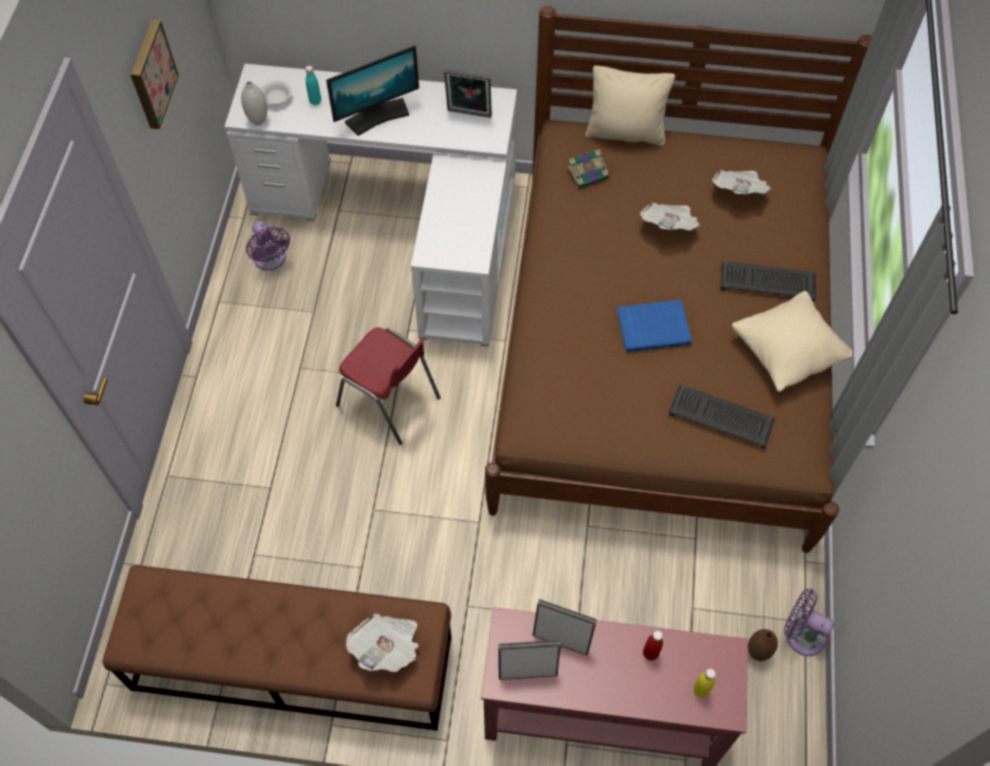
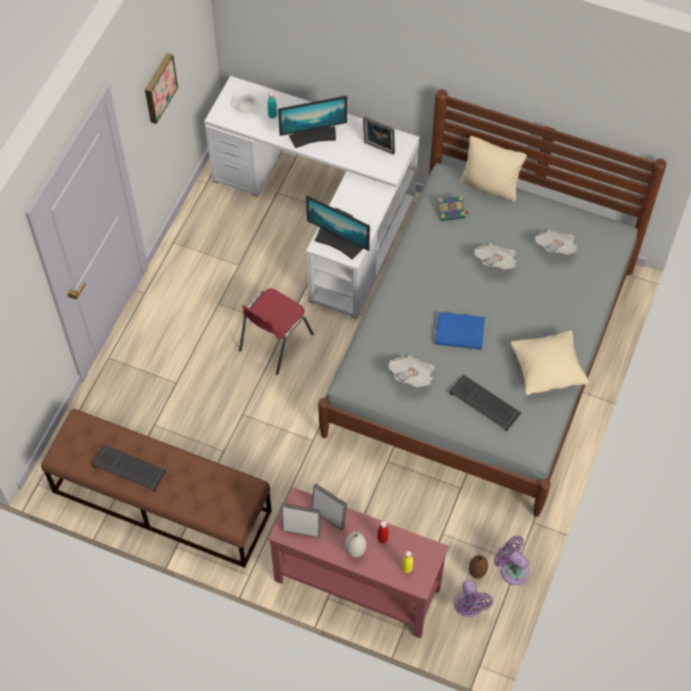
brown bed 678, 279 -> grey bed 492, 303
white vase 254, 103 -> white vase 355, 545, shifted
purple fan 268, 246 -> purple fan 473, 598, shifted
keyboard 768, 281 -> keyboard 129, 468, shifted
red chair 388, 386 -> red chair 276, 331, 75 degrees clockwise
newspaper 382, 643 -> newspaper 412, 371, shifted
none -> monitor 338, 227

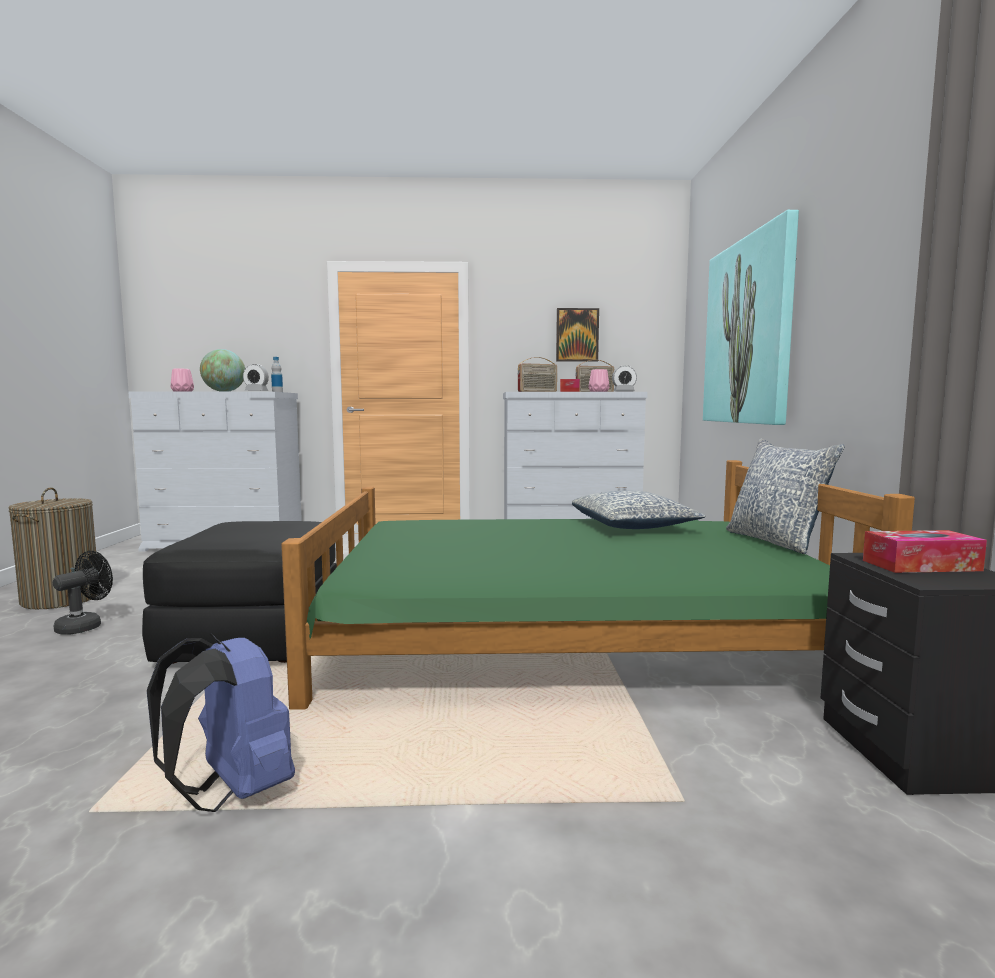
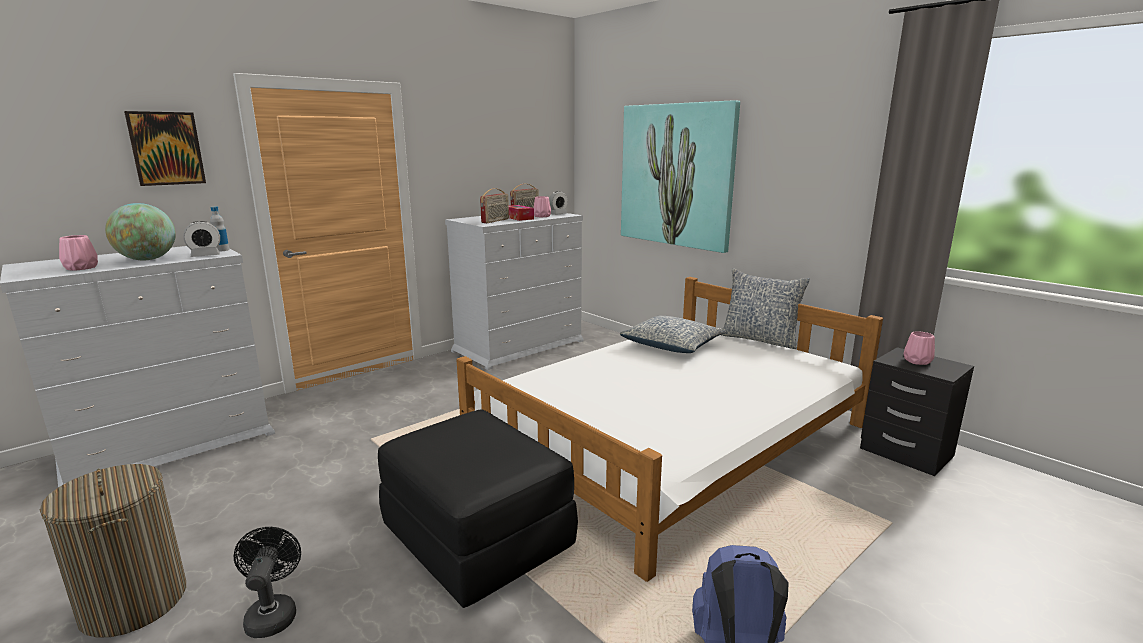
picture 577, 335 -> picture 165, 148, shifted
green bed 598, 585 -> white bed 669, 429
tissue box 925, 551 -> pink vase 919, 348

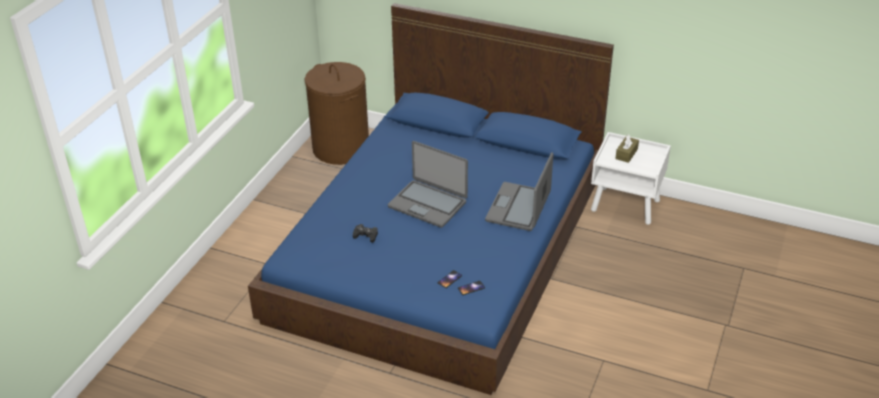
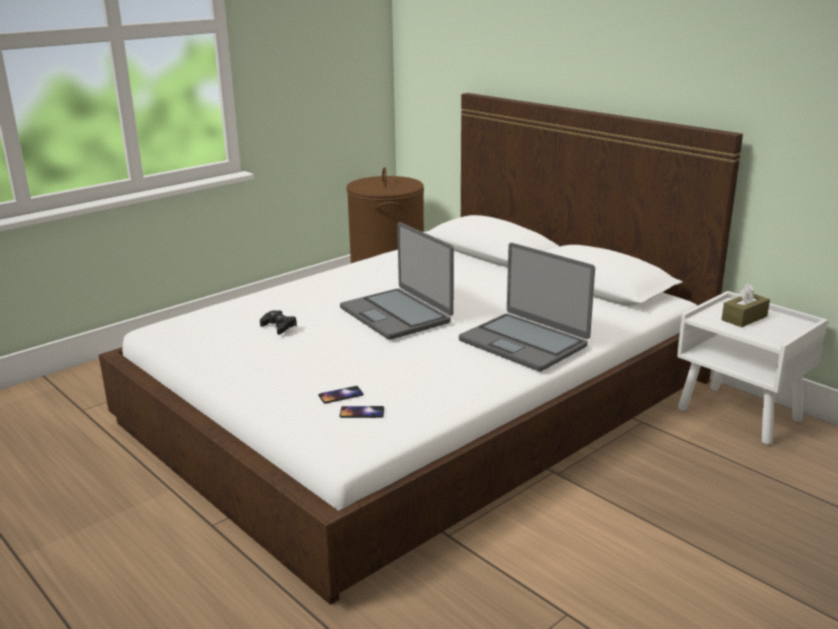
blue bed 431, 199 -> white bed 421, 349
laptop 519, 191 -> laptop 527, 307, 90 degrees counterclockwise

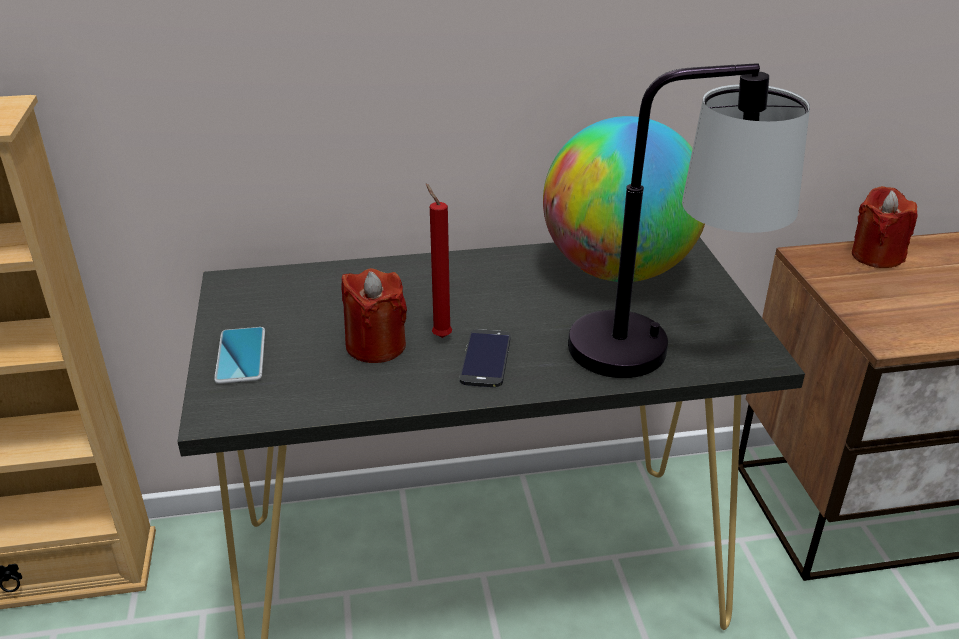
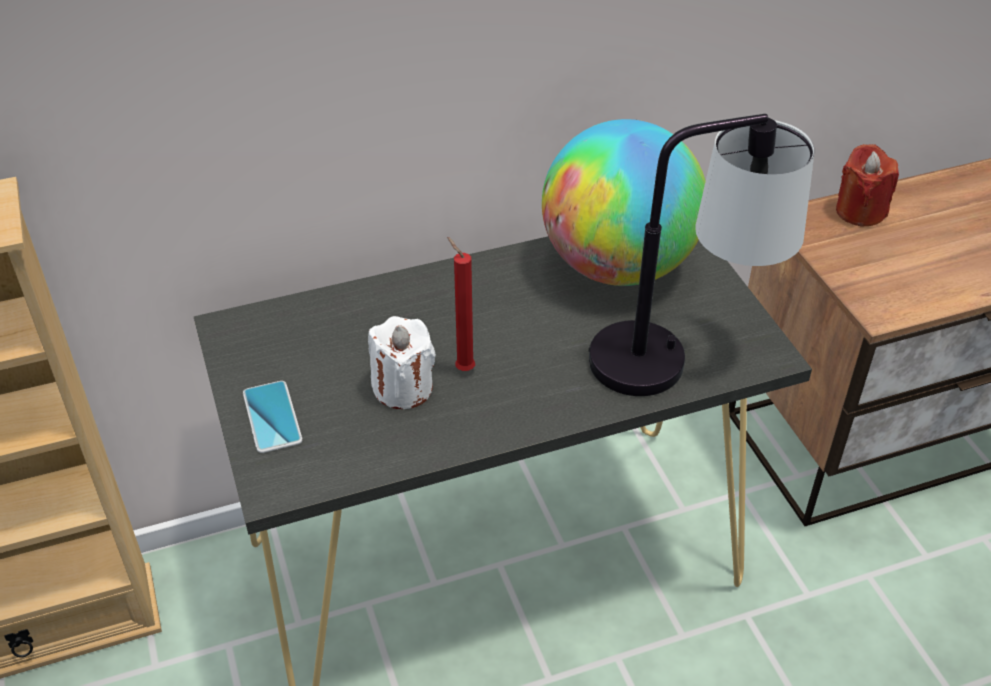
red candle 374, 315 -> white candle 402, 362
phone 485, 358 -> none

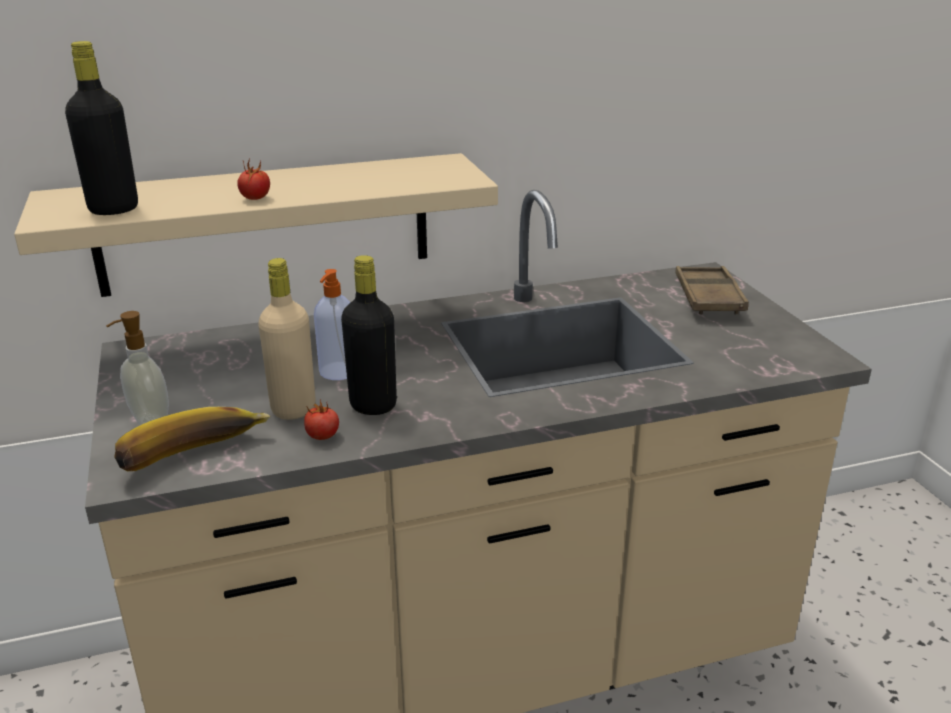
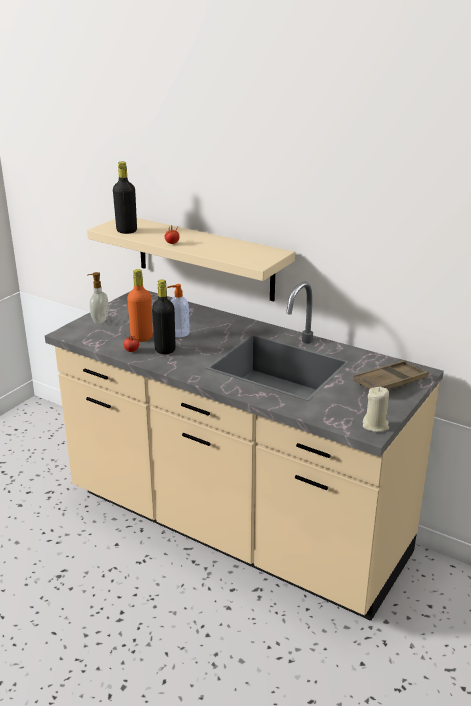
beige bottle 287, 339 -> orange bottle 140, 305
banana 192, 439 -> none
none -> beige candle 376, 409

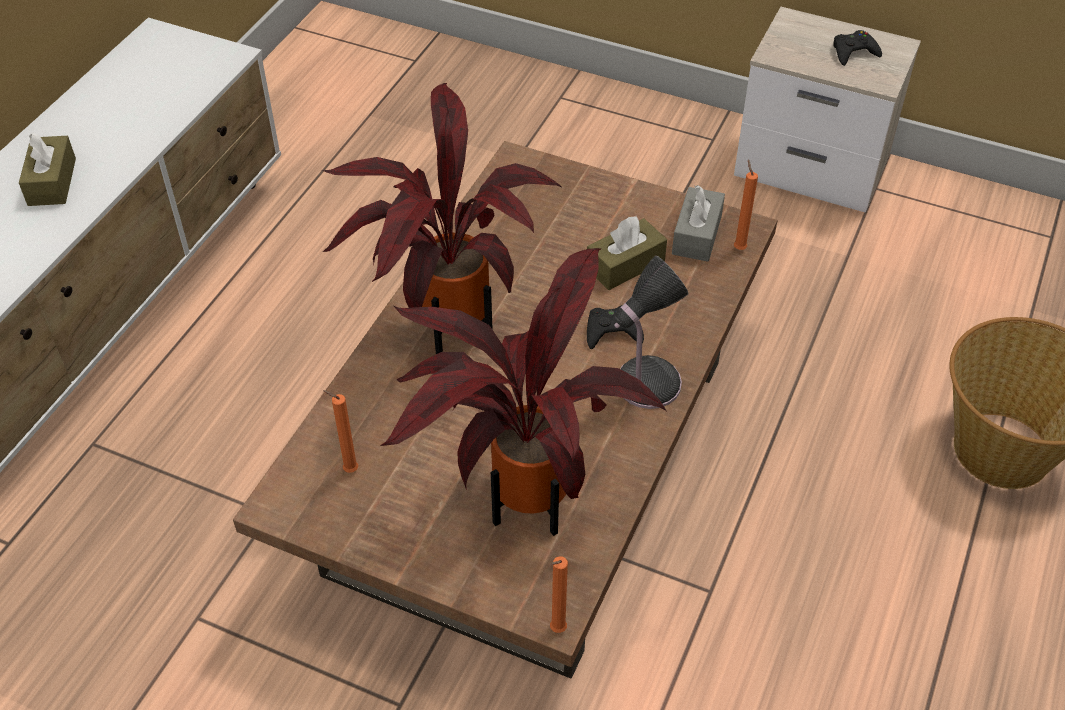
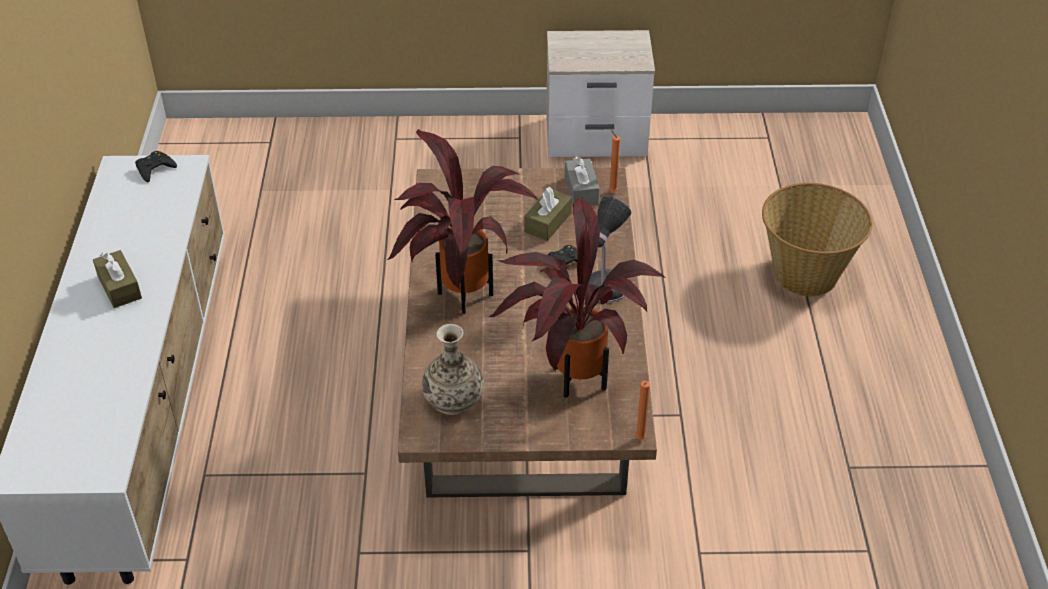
black game controller 857, 48 -> black game controller 156, 166, shifted
orange candle 340, 431 -> vase 453, 369

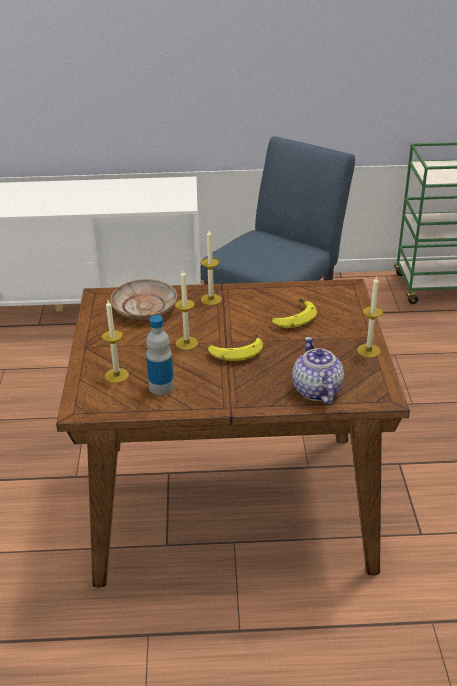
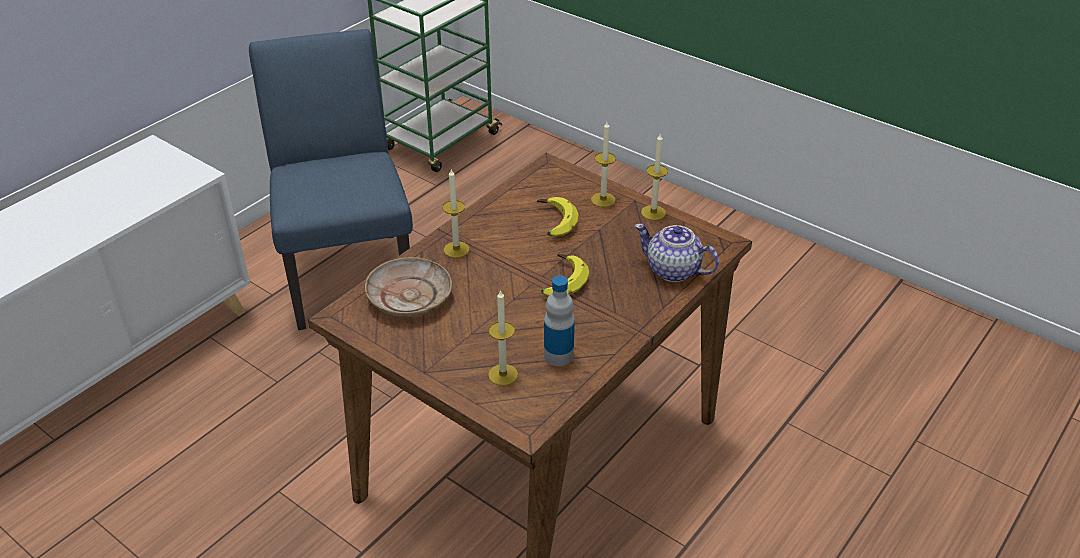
candle 186, 310 -> candle 603, 164, shifted

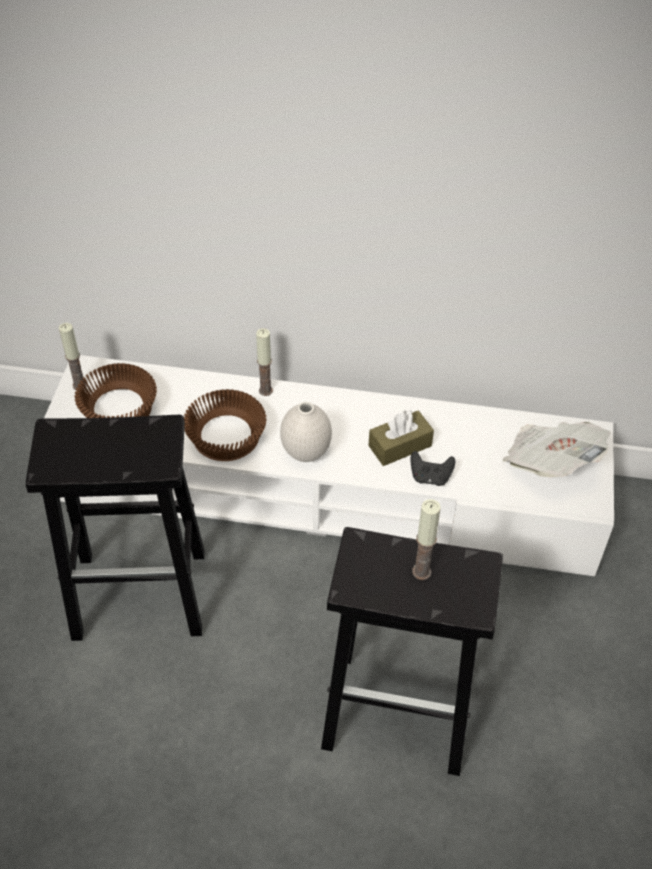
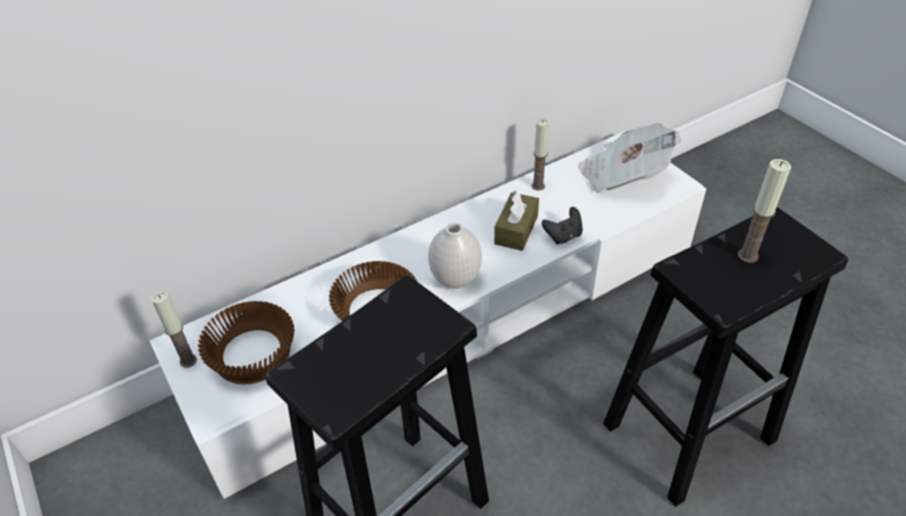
candle 264, 362 -> candle 541, 155, shifted

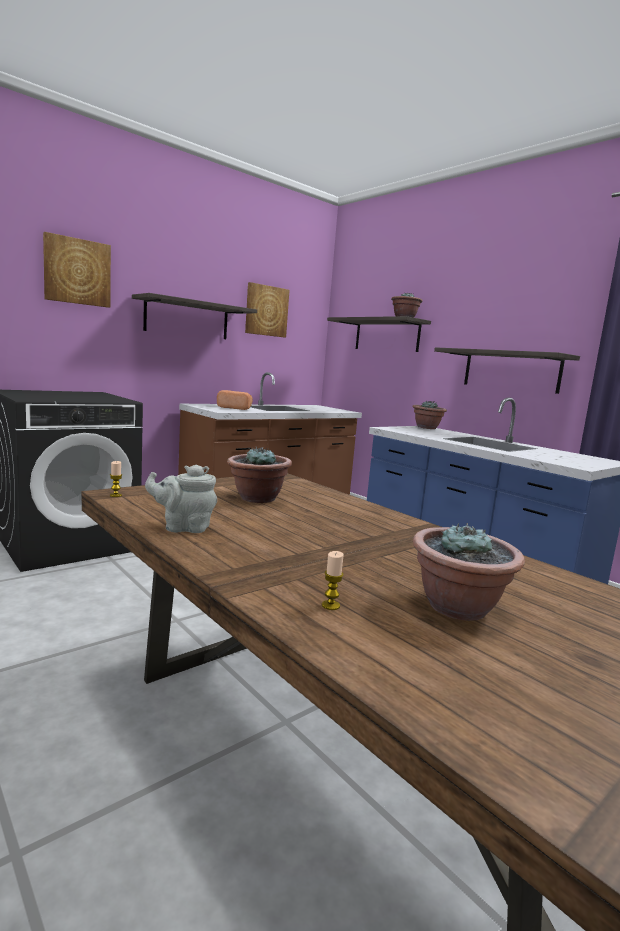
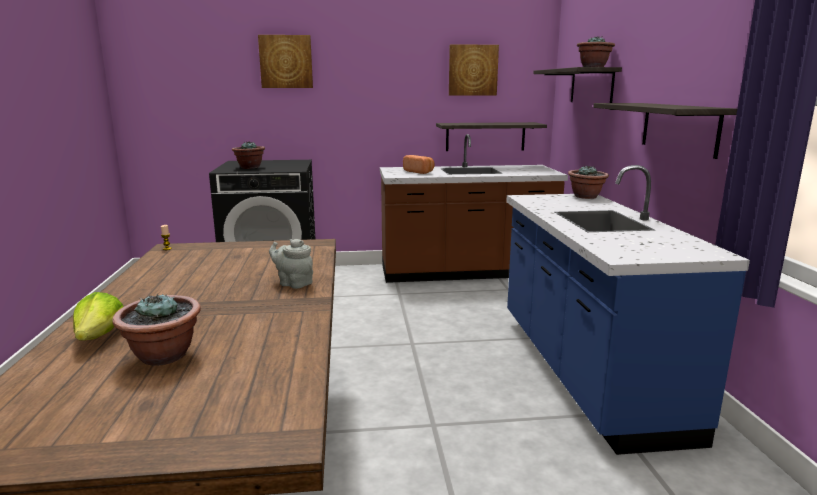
shelf 194, 316 -> shelf 491, 136, shifted
potted plant 259, 475 -> potted plant 248, 155, shifted
grey teapot 181, 498 -> grey teapot 291, 264, shifted
candle 333, 580 -> lettuce 98, 316

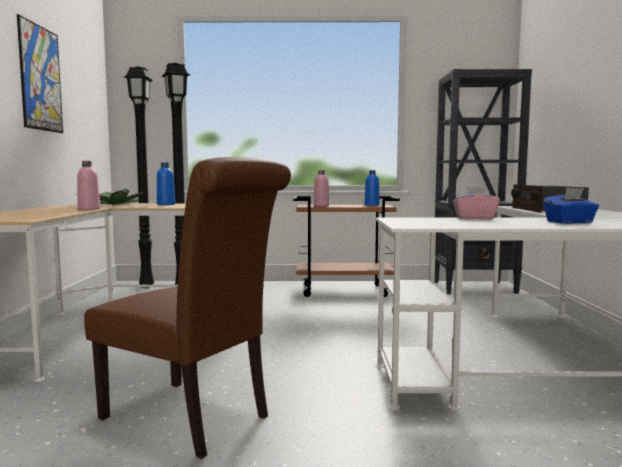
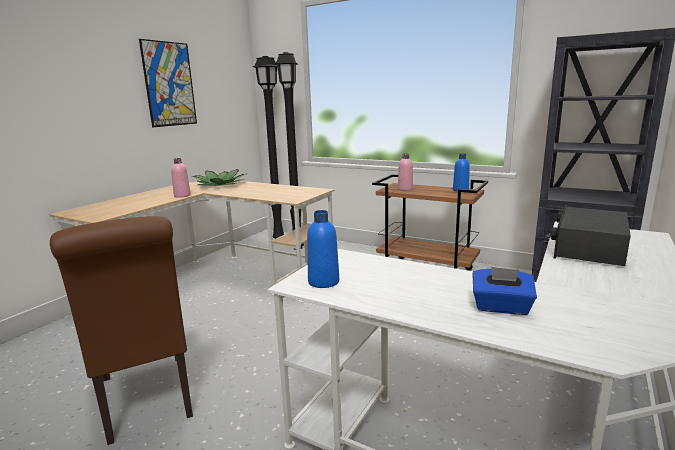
blue bottle 166, 183 -> blue bottle 323, 249, shifted
pink tissue box 476, 202 -> none

